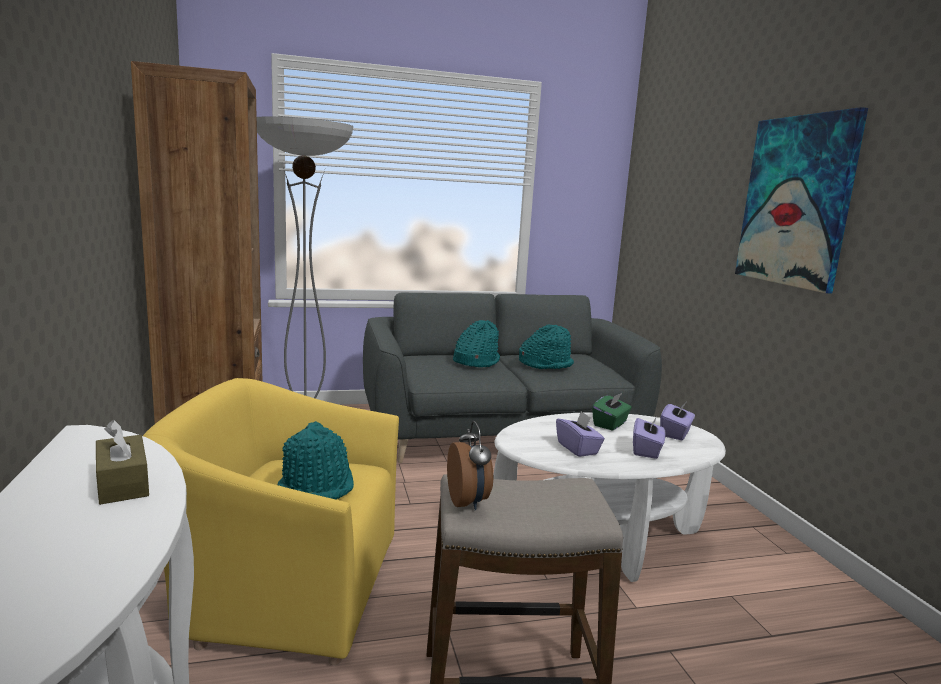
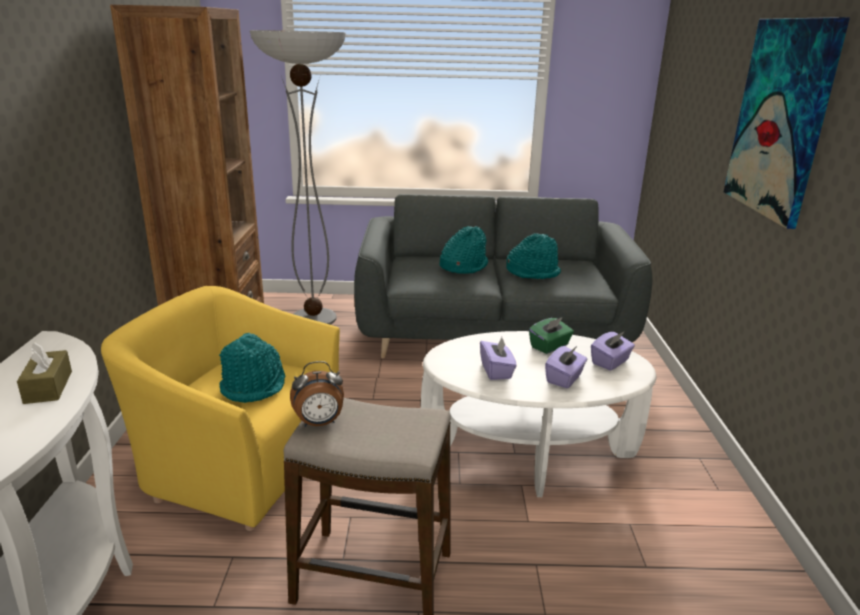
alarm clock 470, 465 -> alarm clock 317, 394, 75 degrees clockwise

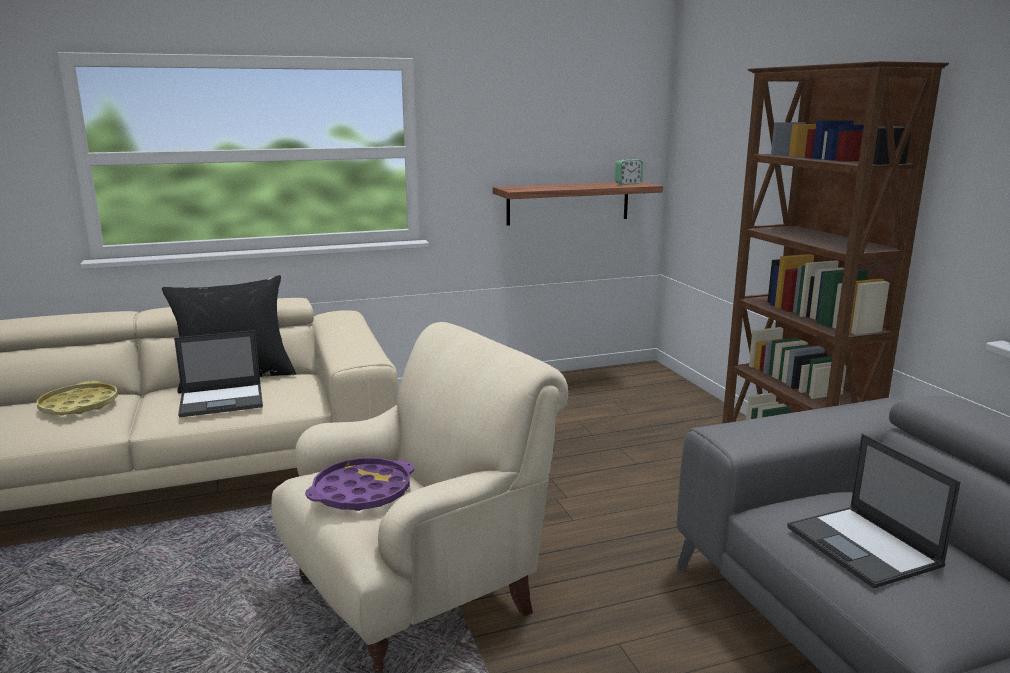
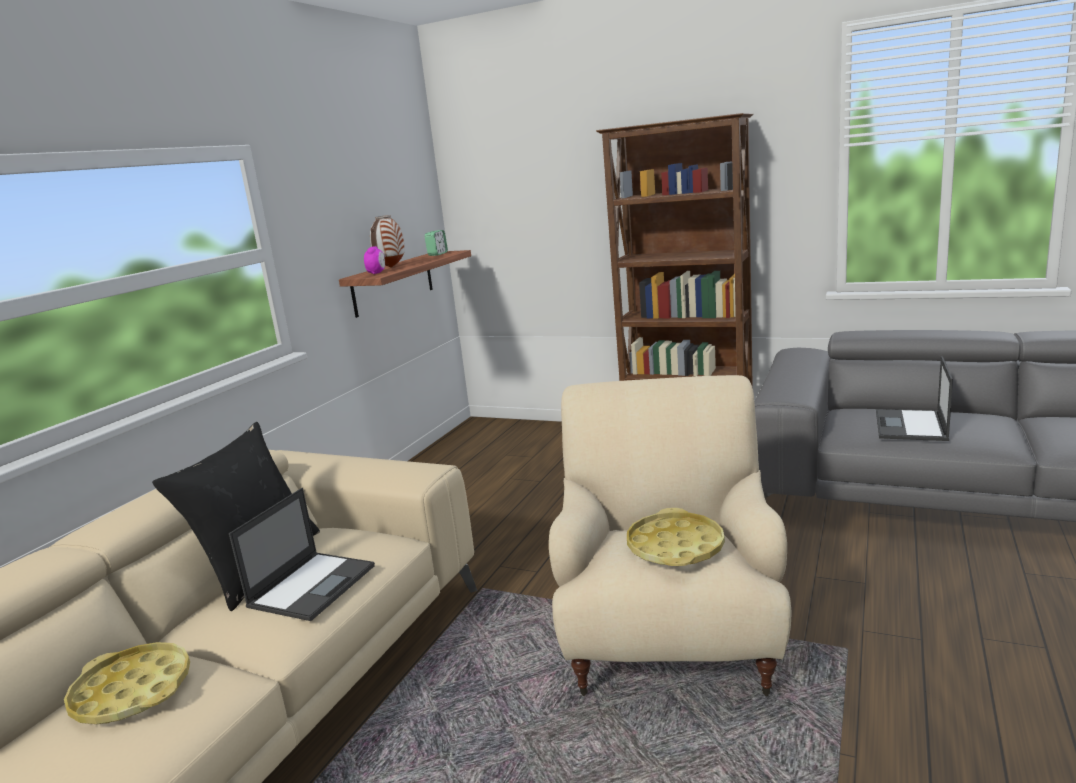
laptop 874, 511 -> laptop 914, 398, 90 degrees clockwise
purple tray 359, 484 -> yellow tray 676, 537
none -> vase 387, 241
none -> alarm clock 374, 260

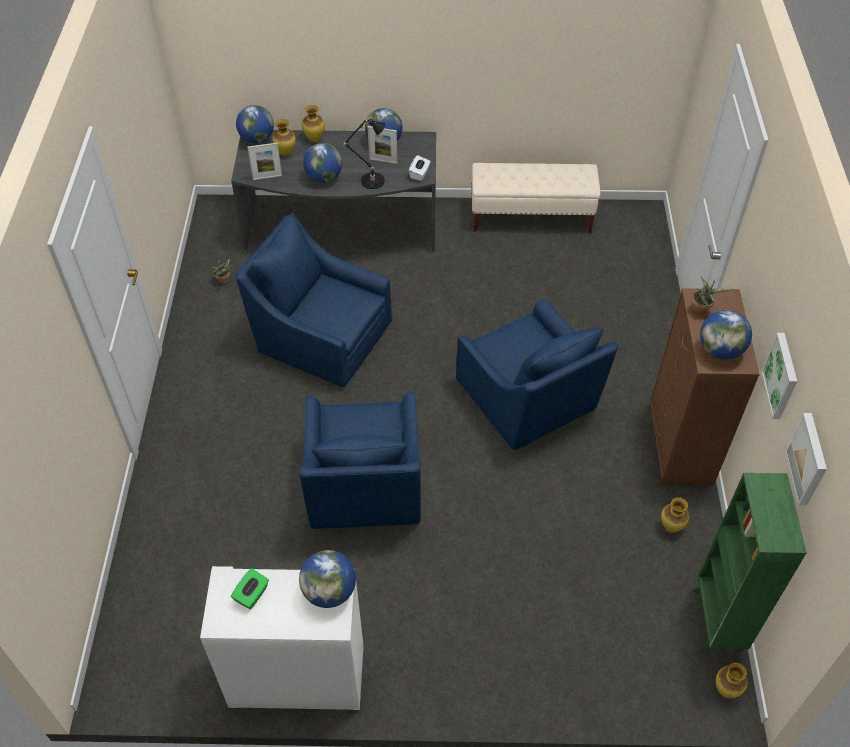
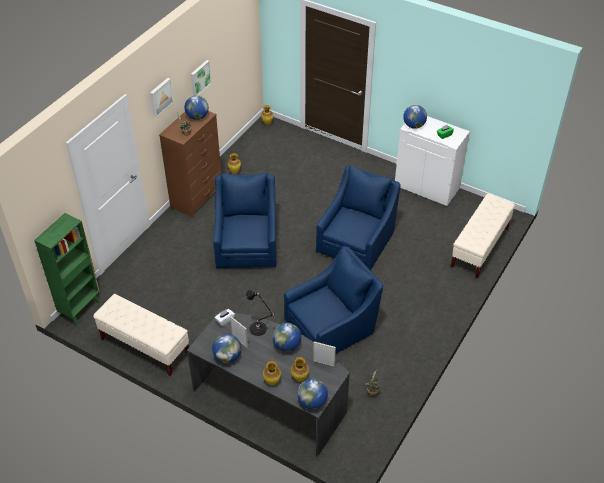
blue armchair 313, 300 -> blue armchair 333, 300, 90 degrees counterclockwise
picture 806, 459 -> picture 162, 97, shifted
green bookcase 749, 563 -> green bookcase 67, 269, shifted
none -> beige bench 483, 236

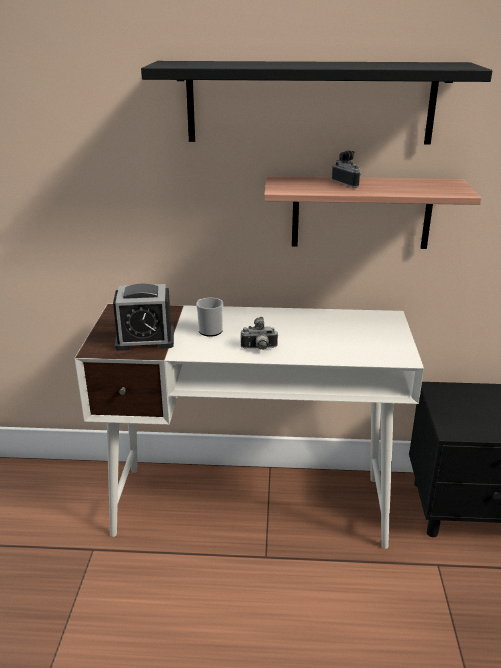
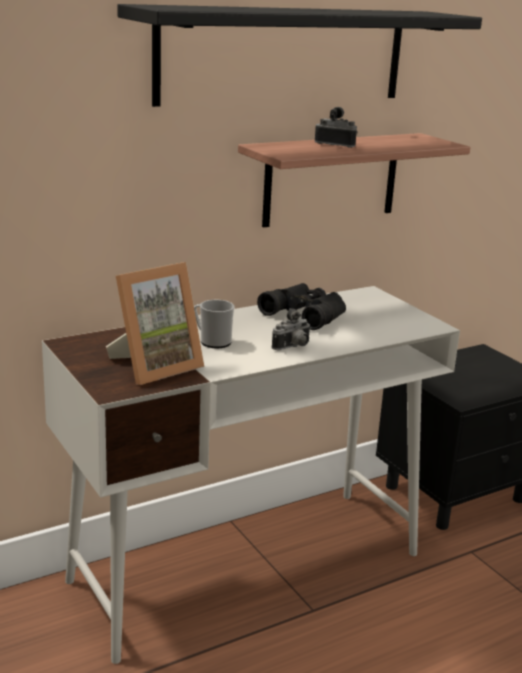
alarm clock 143, 317 -> picture frame 155, 323
none -> black binoculars 301, 306

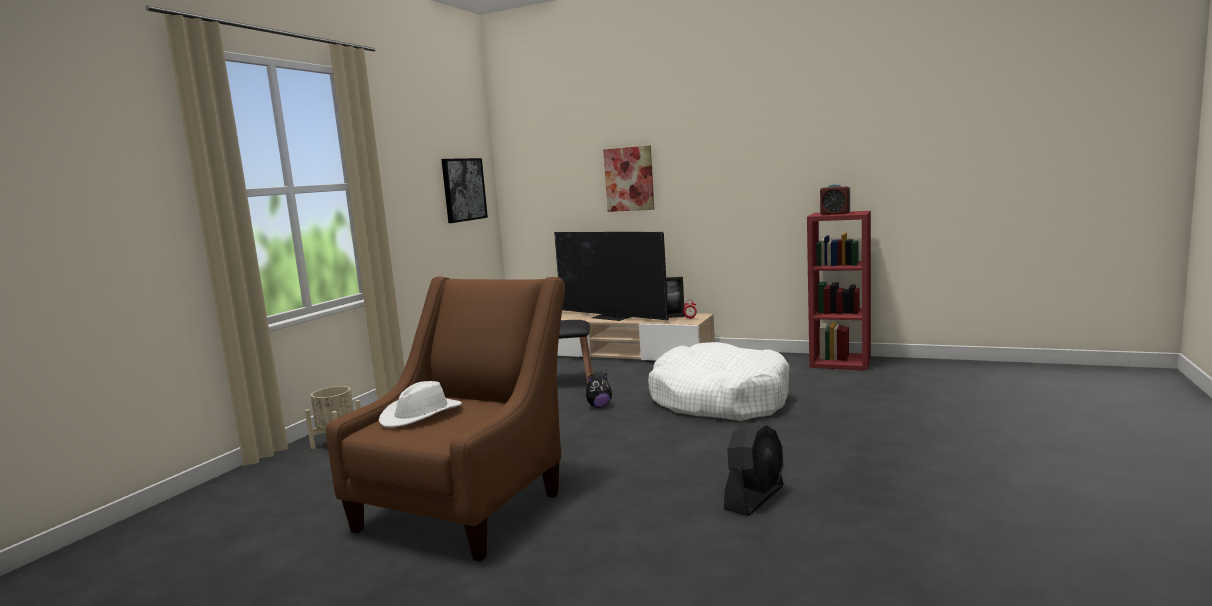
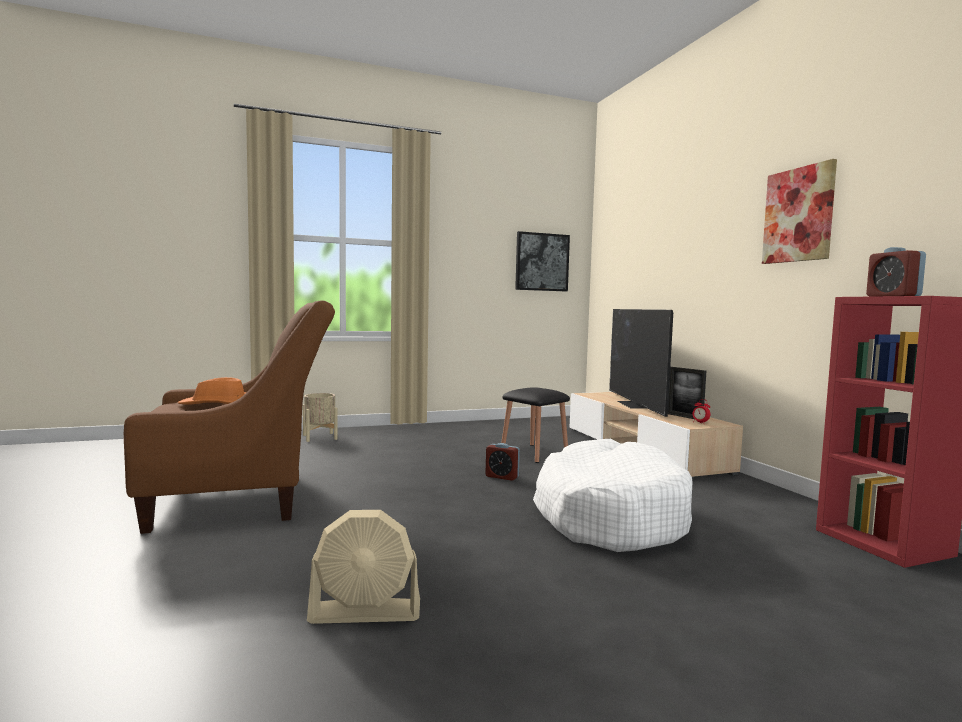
picture 628, 178 -> picture 799, 211, shifted
plush toy 599, 390 -> alarm clock 503, 462
white hat 420, 404 -> orange hat 212, 391
black fan 754, 468 -> beige fan 363, 567

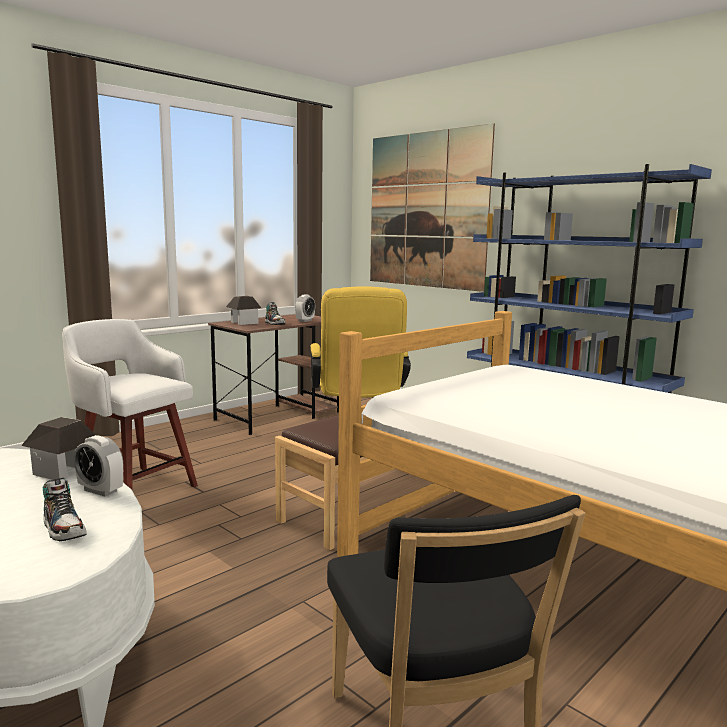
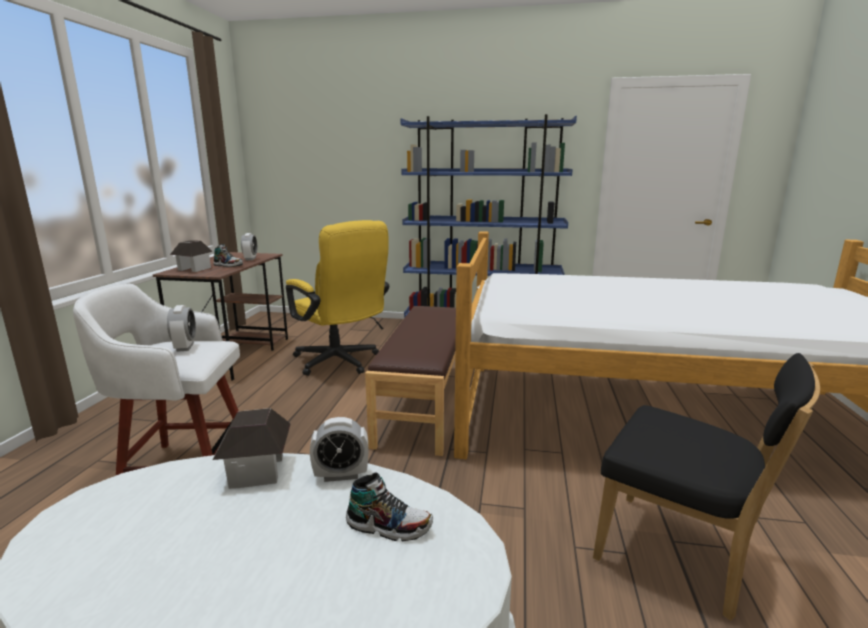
picture 432, 207 -> none
none -> alarm clock 181, 328

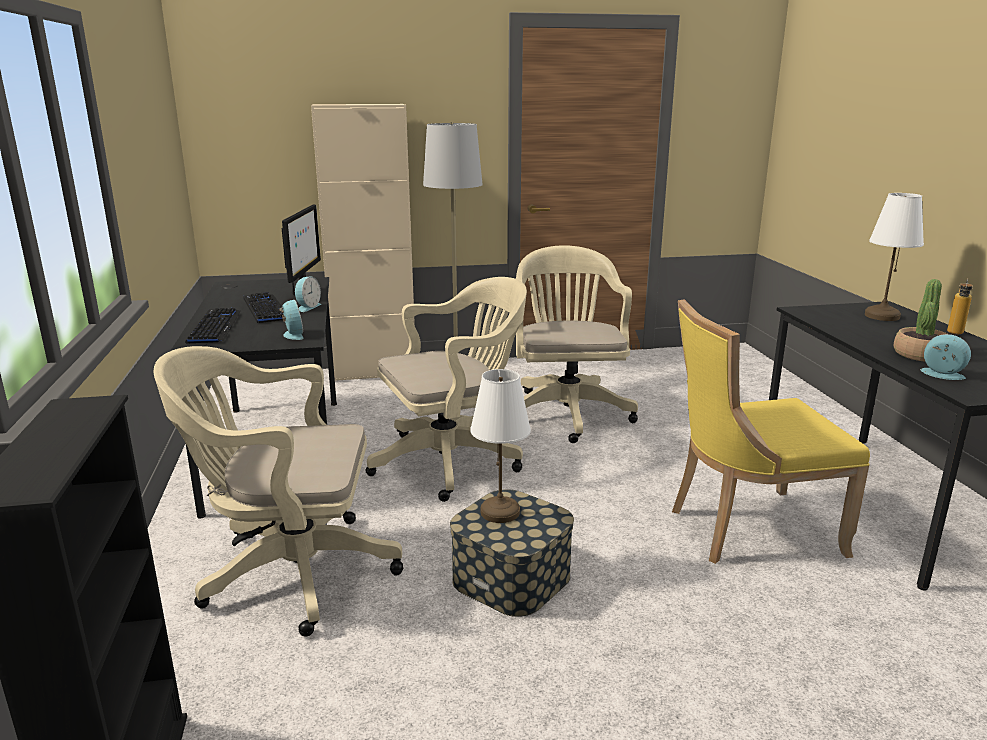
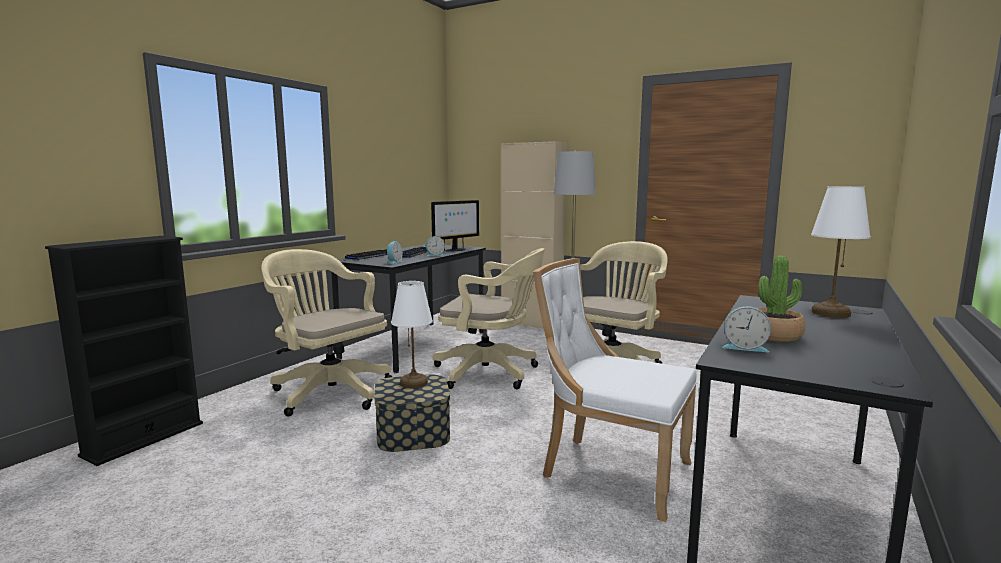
bottle 960, 306 -> none
yellow chair 771, 431 -> white chair 615, 390
alarm clock 945, 357 -> alarm clock 746, 329, 120 degrees clockwise

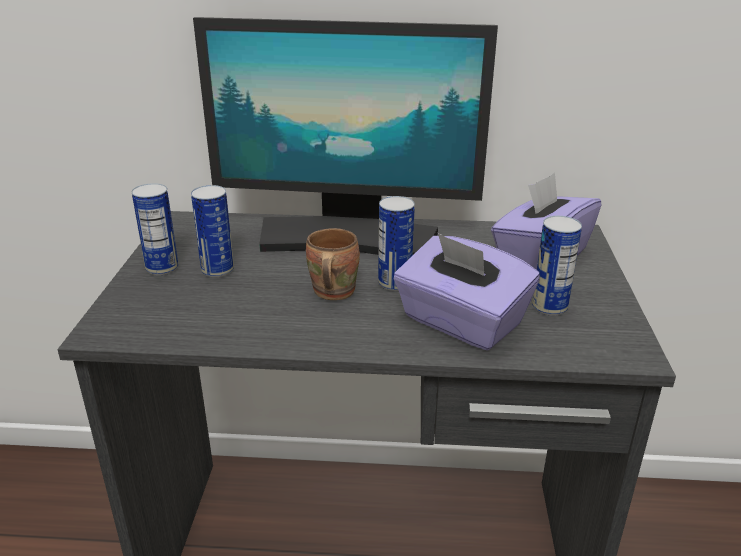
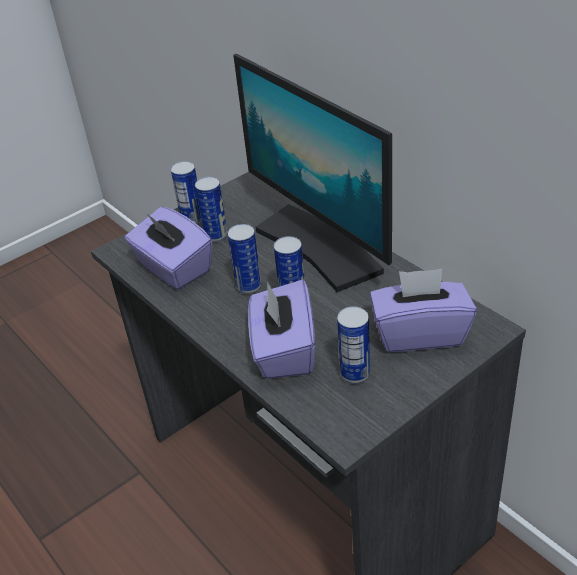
brown mug 333, 264 -> can 244, 259
none -> purple tissue box 169, 248

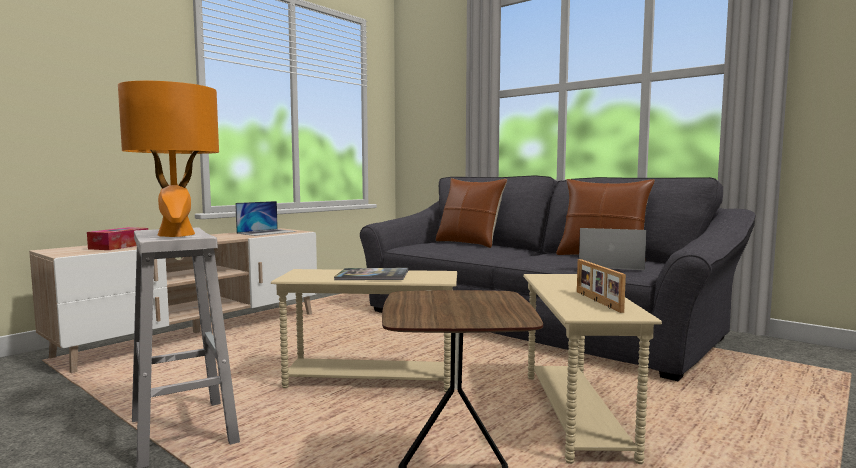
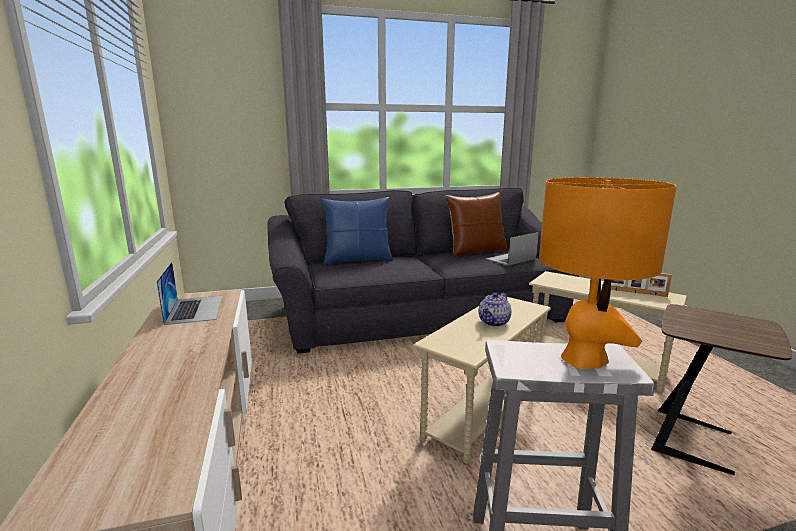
brown pillow 471, 213 -> blue pillow 357, 230
tissue box 117, 238 -> none
book 371, 274 -> teapot 495, 310

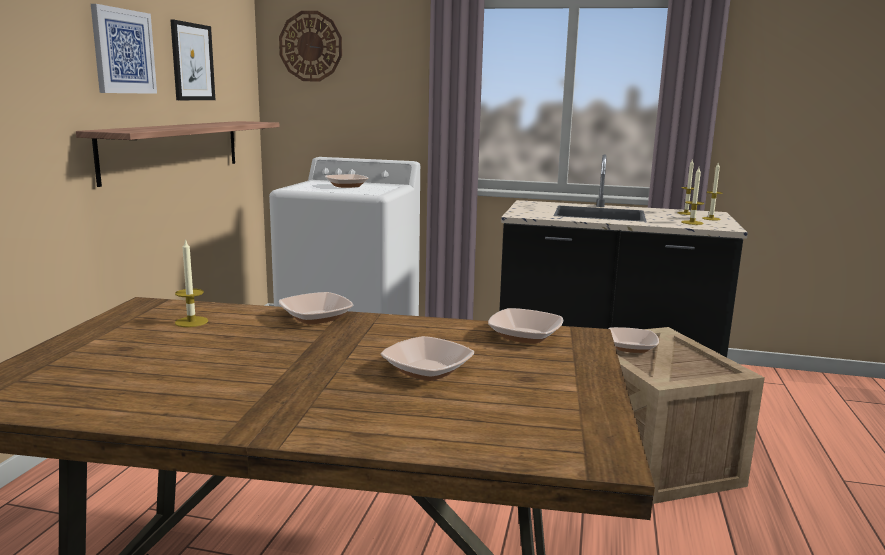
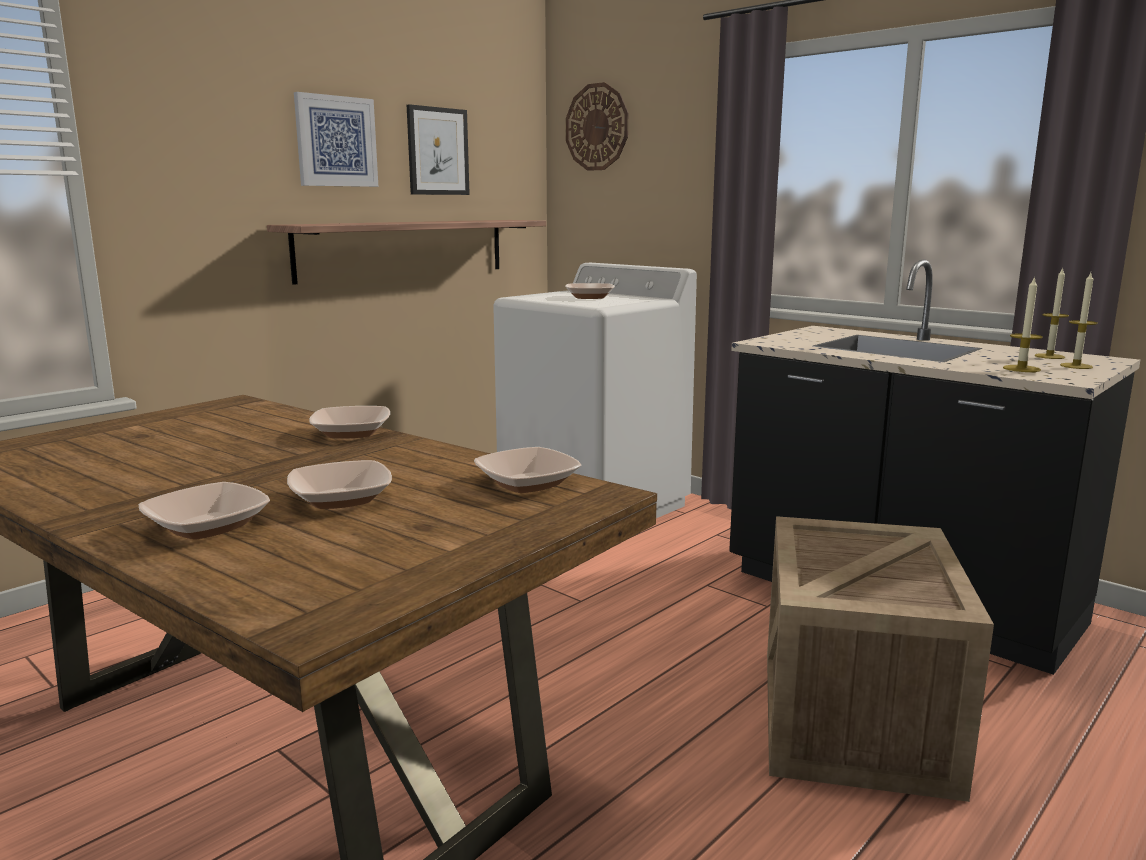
candle 191, 283 -> none
bowl 634, 340 -> bowl 204, 511, shifted

